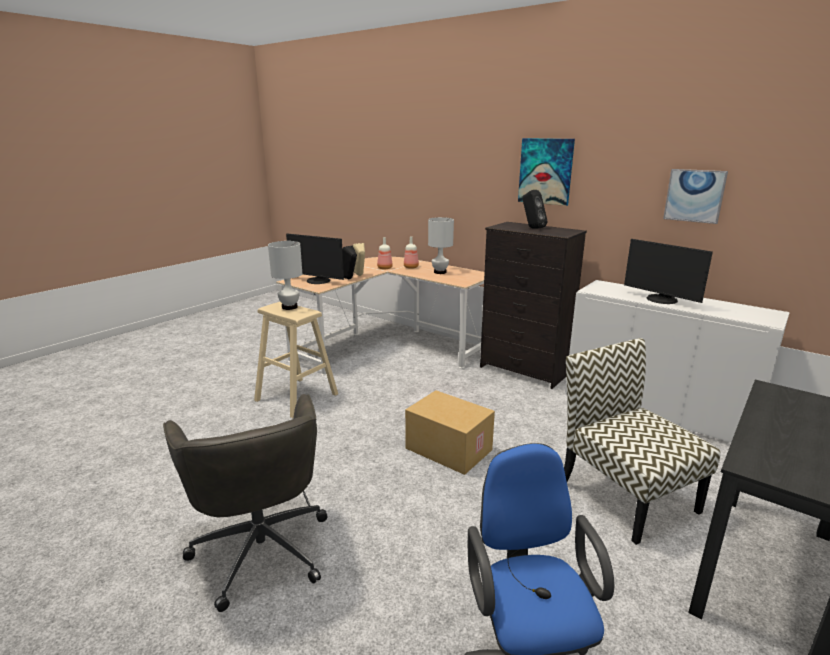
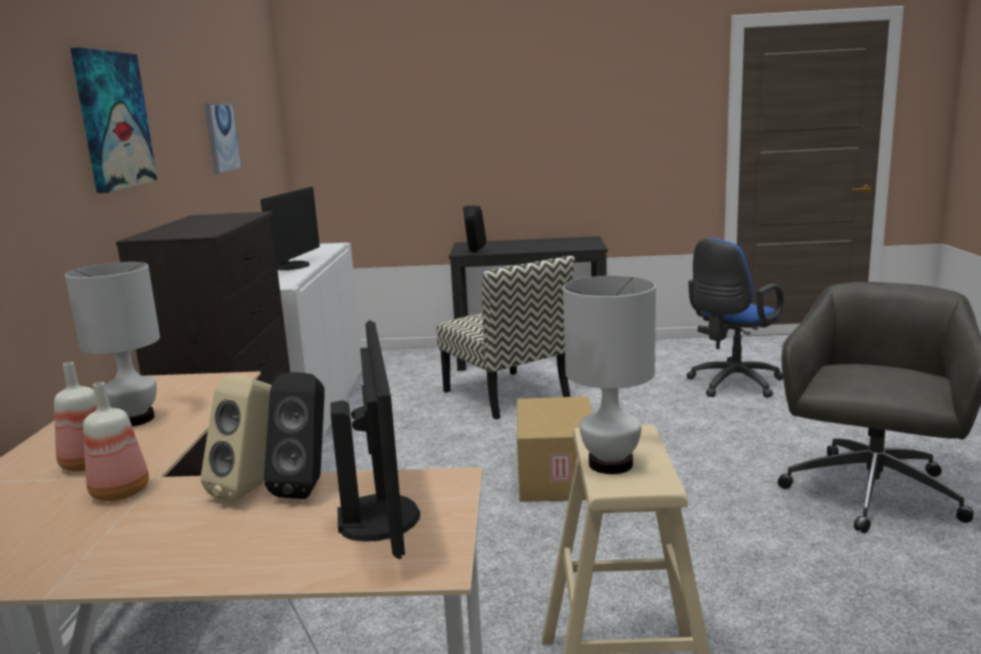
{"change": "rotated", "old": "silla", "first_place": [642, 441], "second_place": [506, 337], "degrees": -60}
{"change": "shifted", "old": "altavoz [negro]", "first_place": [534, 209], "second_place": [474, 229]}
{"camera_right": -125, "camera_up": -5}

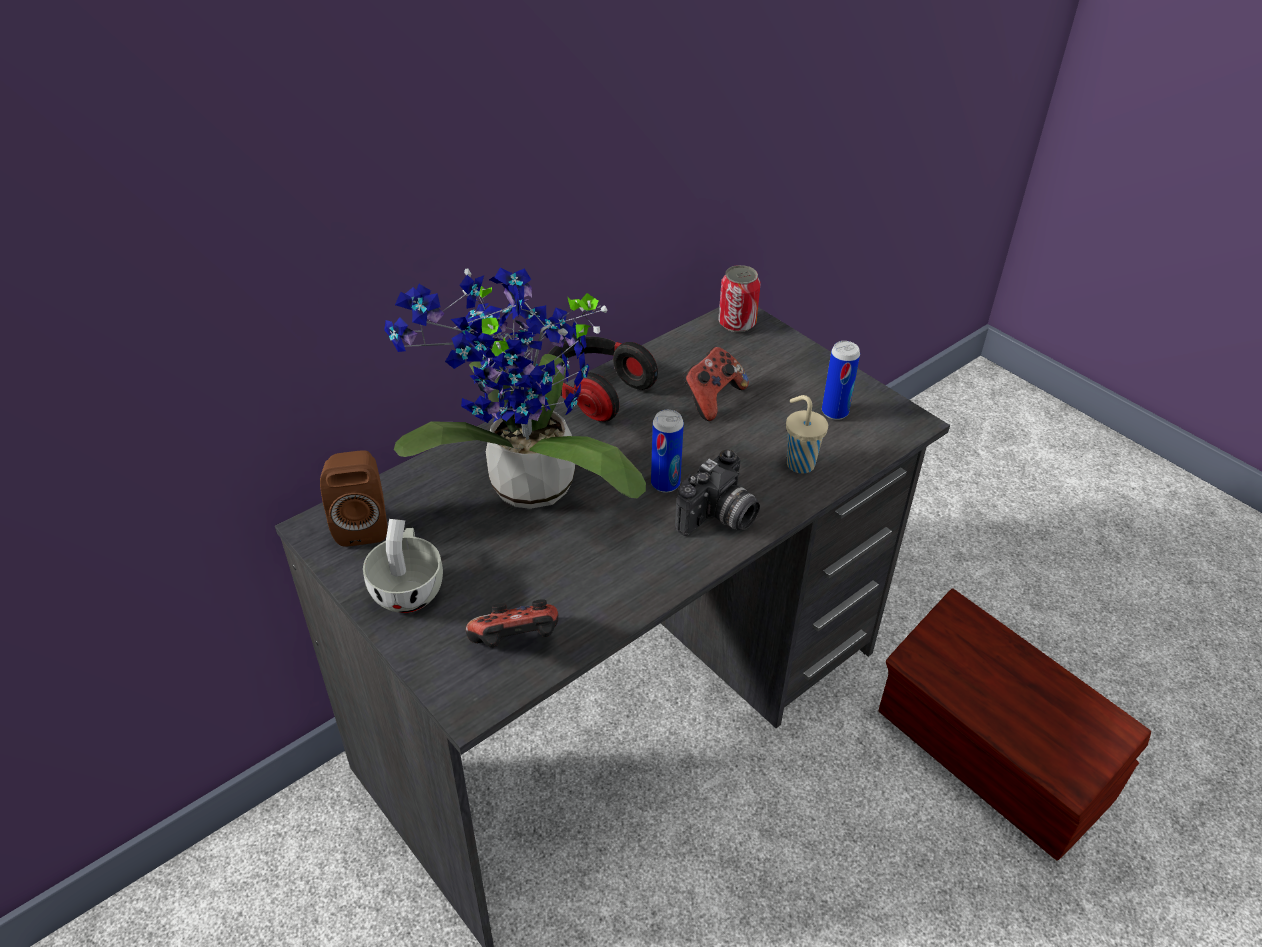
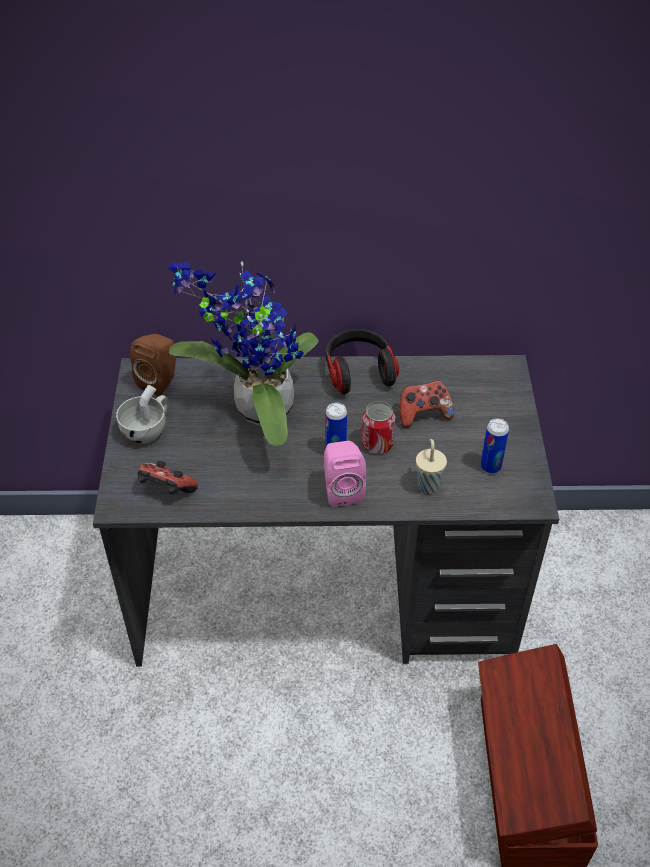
{"change": "swapped", "old": "cámara", "new": "altavoz [rosa]", "first_place": [717, 493], "second_place": [345, 474]}
{"change": "shifted", "old": "lata", "first_place": [739, 298], "second_place": [378, 427]}
{"camera_right": 40, "camera_up": 5}

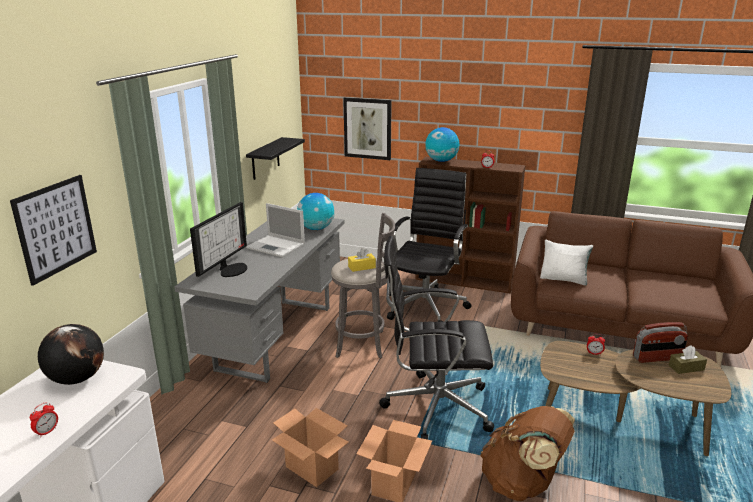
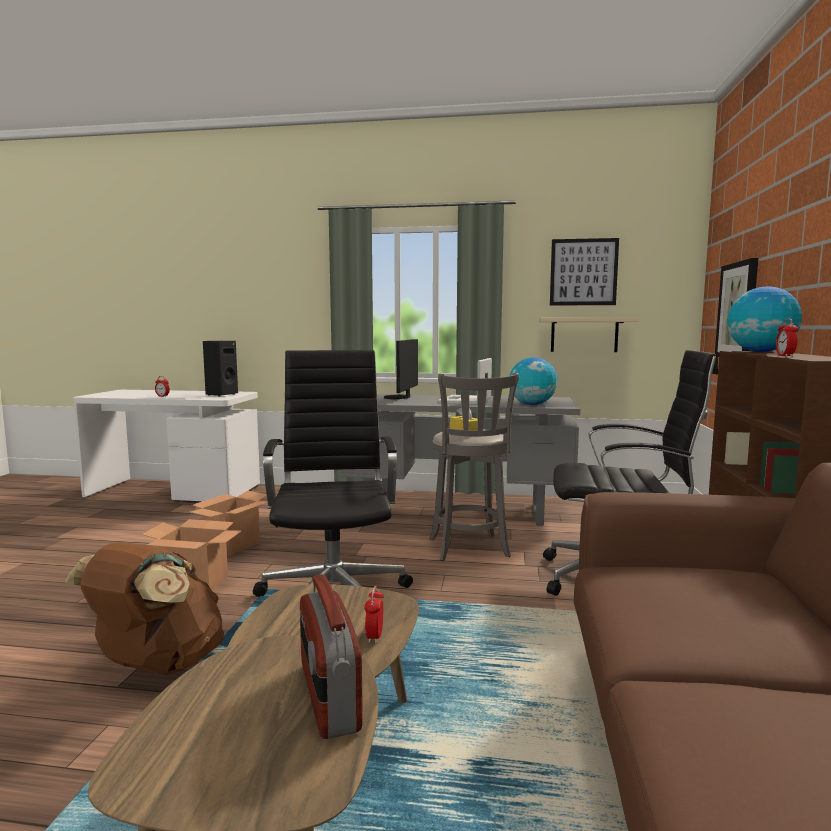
{"change": "swapped", "old": "globo terráqueo", "new": "altavoz [negro]", "first_place": [71, 354], "second_place": [220, 369]}
{"change": "rotated", "old": "monitor", "first_place": [218, 239], "second_place": [401, 369], "degrees": 90}
{"change": "repainted", "old": "estante [negro]", "new": "estante [beis]", "first_place": [275, 158], "second_place": [589, 335]}
{"change": "shifted", "old": "cuadro", "first_place": [53, 230], "second_place": [584, 272]}
{"change": "gone", "old": "cojín [blanco]", "first_place": [566, 263]}
{"change": "gone", "old": "caja de pañuelos [marrón]", "first_place": [688, 359]}
{"camera_right": 80, "camera_up": -15}

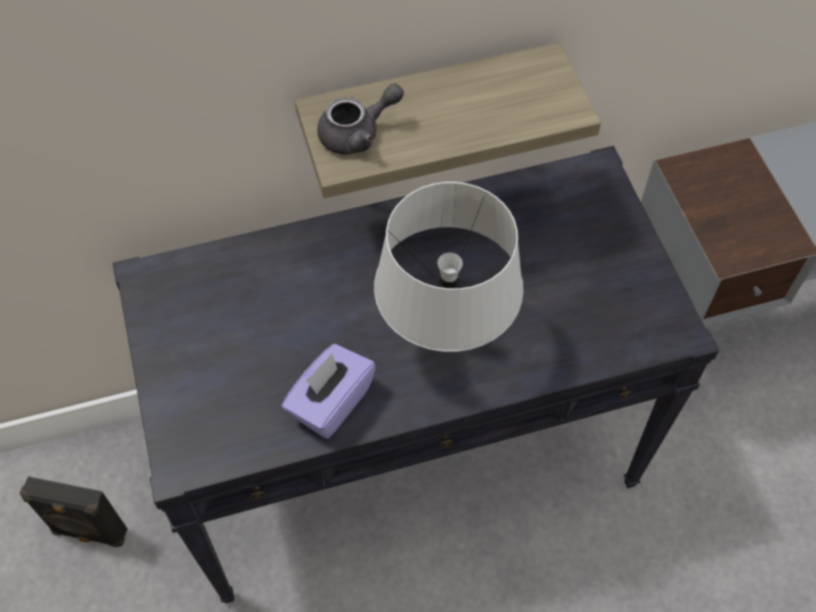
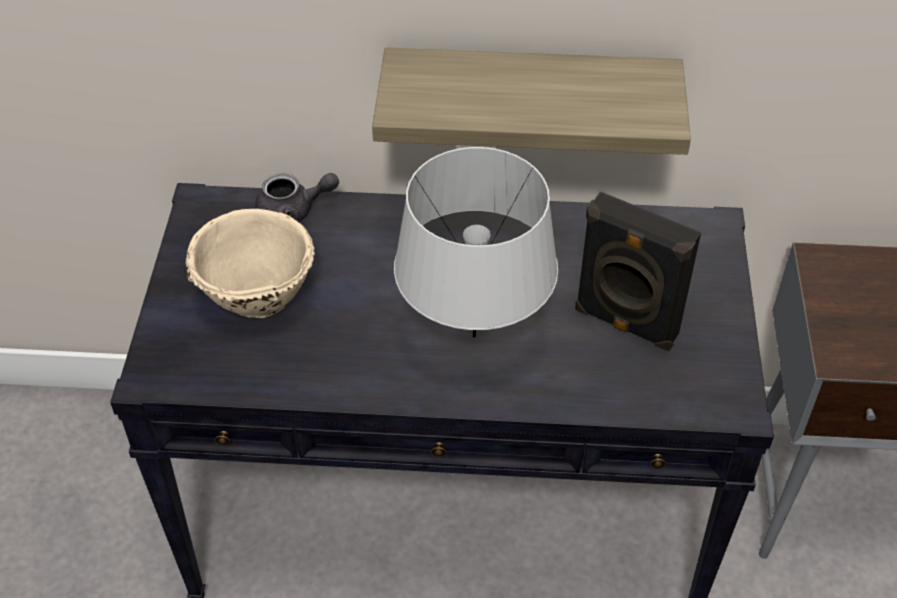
{"change": "new", "new": "cuenco [beis]", "second_place": [250, 263]}
{"change": "shifted", "old": "tetera [gris]", "first_place": [360, 119], "second_place": [297, 197]}
{"change": "shifted", "old": "altavoz [negro]", "first_place": [73, 511], "second_place": [638, 271]}
{"change": "gone", "old": "caja de pañuelos [morado]", "first_place": [329, 391]}
{"camera_right": 20, "camera_up": -10}

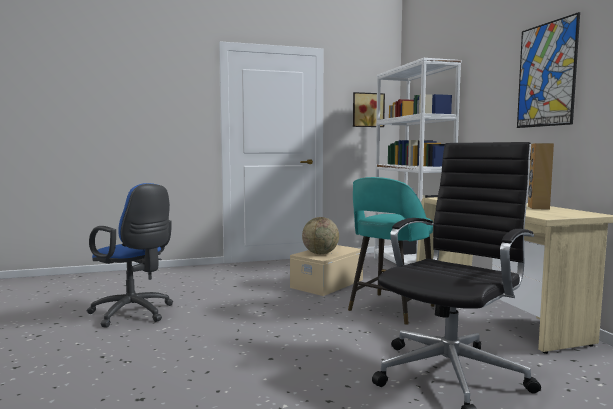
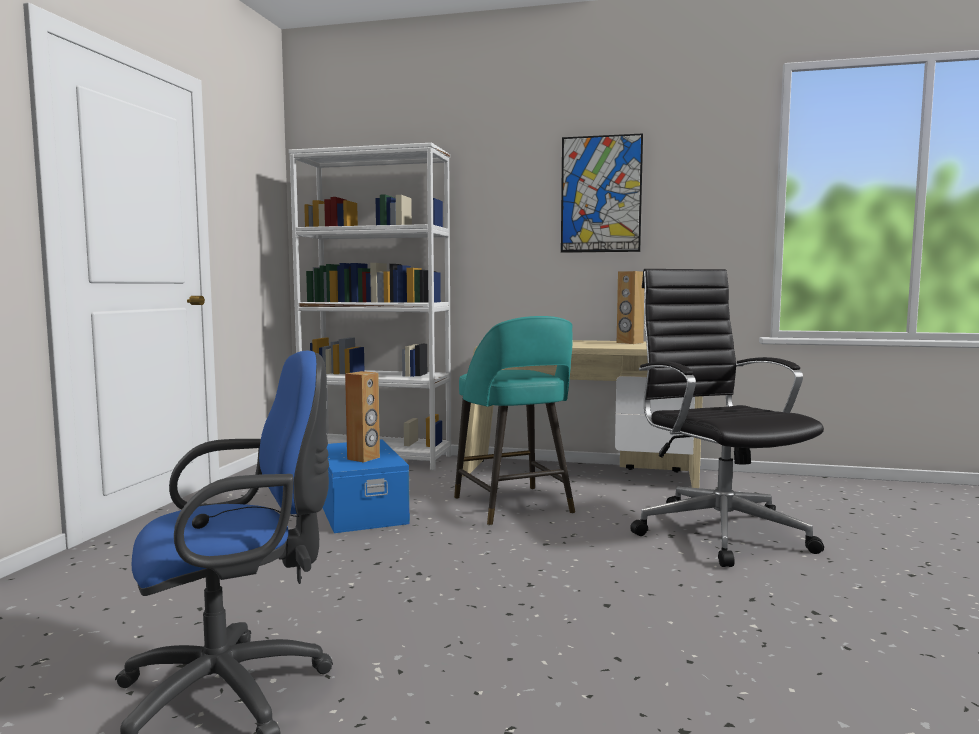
{"change": "repainted", "old": "caja de almacenaje [beis]", "new": "caja de almacenaje [azul]", "first_place": [326, 270], "second_place": [366, 486]}
{"change": "swapped", "old": "globo terráqueo", "new": "altavoz [marrón]", "first_place": [320, 235], "second_place": [362, 416]}
{"change": "gone", "old": "cuadro", "first_place": [369, 109]}
{"camera_right": -60, "camera_up": 0}

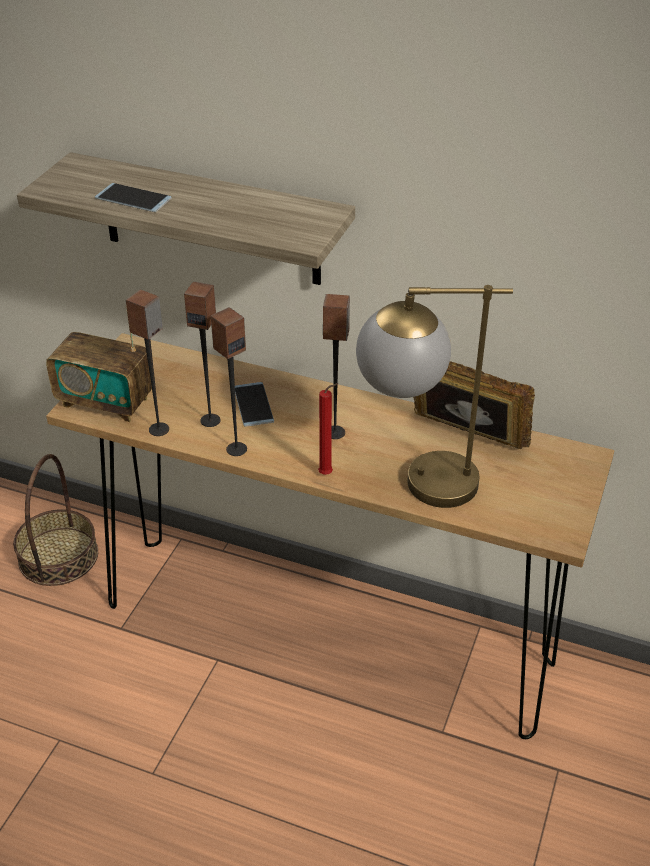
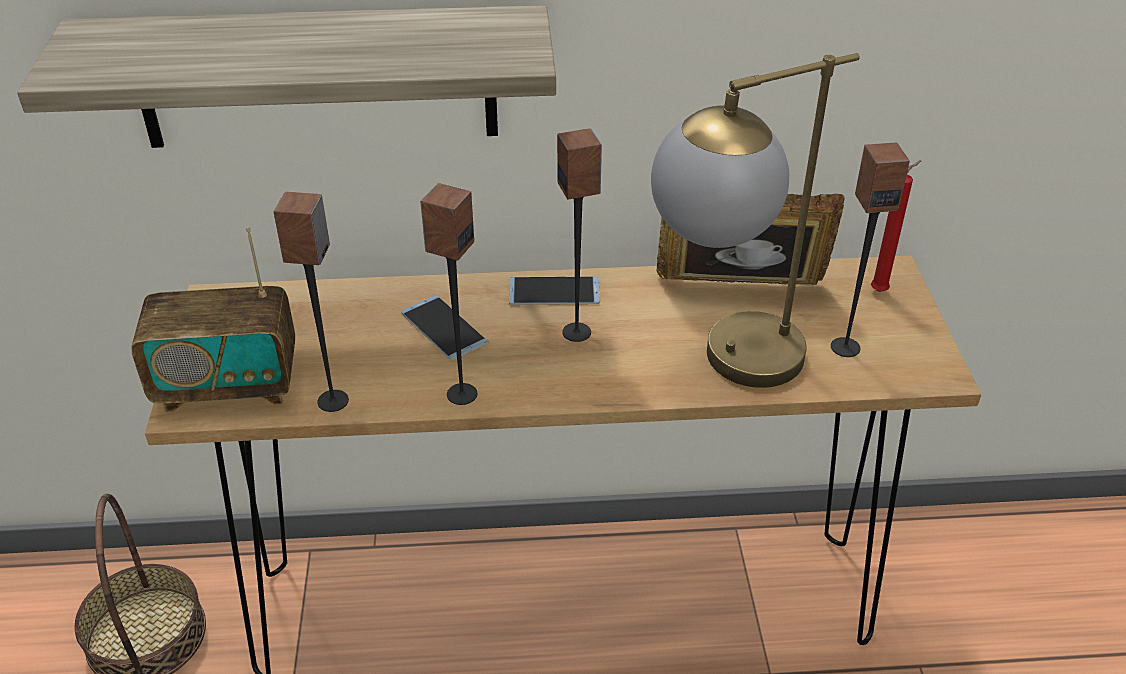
{"change": "shifted", "old": "móvil", "first_place": [133, 197], "second_place": [554, 291]}
{"change": "shifted", "old": "altavoz", "first_place": [202, 354], "second_place": [870, 249]}
{"change": "shifted", "old": "vela [rojo]", "first_place": [328, 429], "second_place": [896, 226]}
{"camera_right": -25, "camera_up": 0}

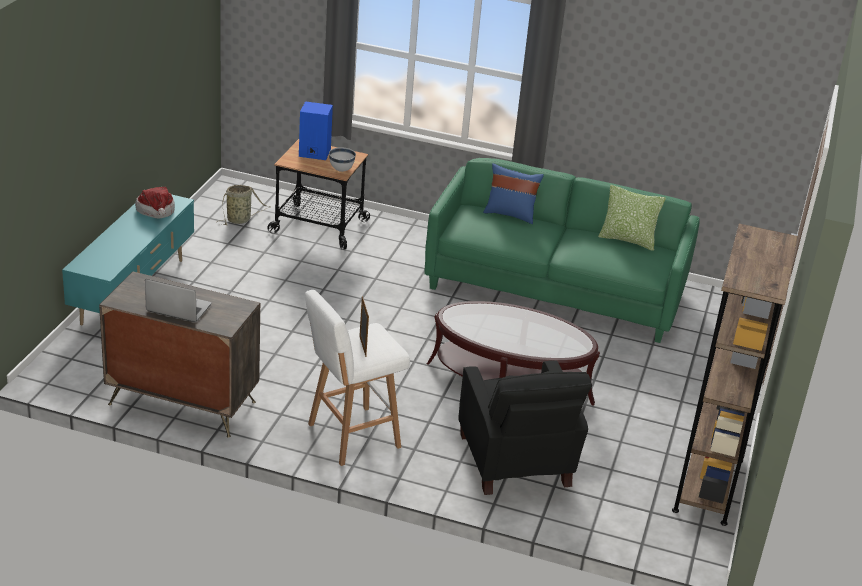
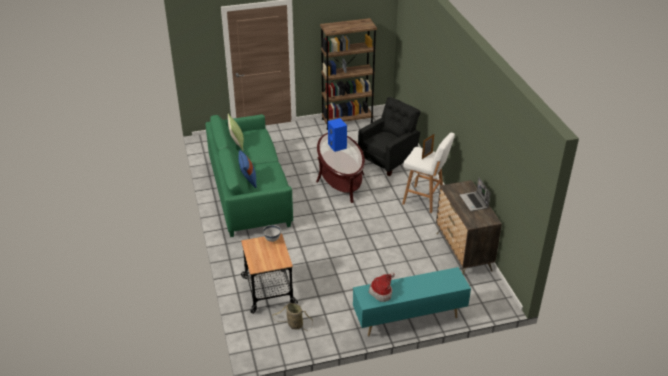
{"change": "shifted", "old": "altavoz [azul]", "first_place": [316, 130], "second_place": [337, 135]}
{"camera_right": -120, "camera_up": 5}

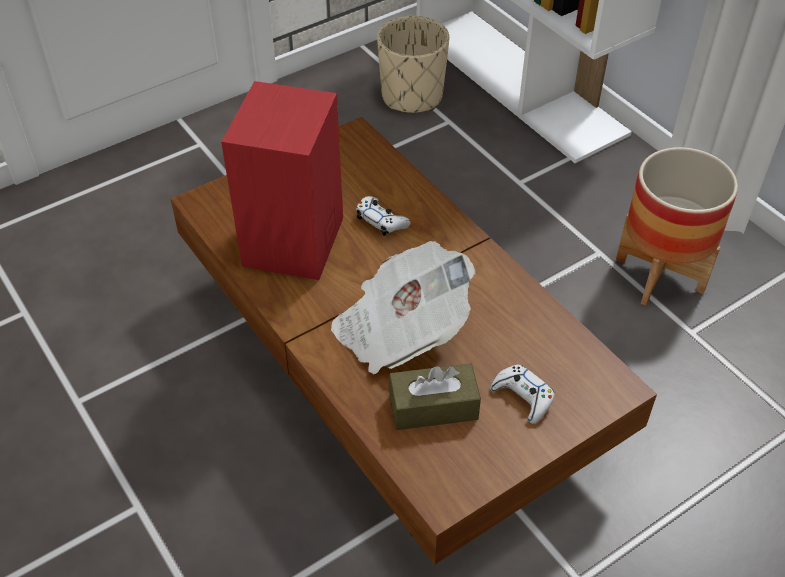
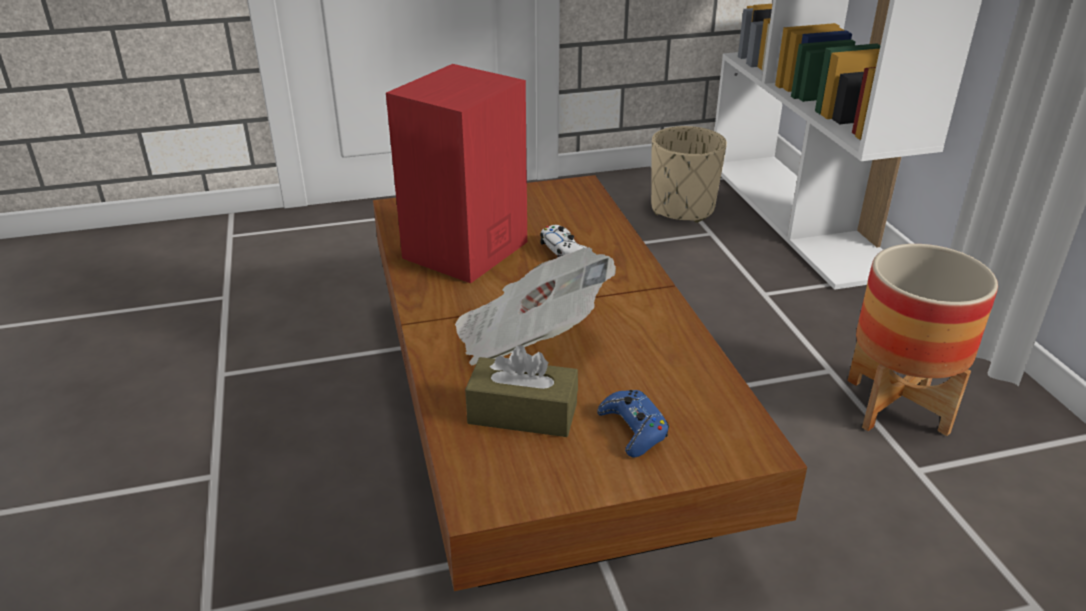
{"change": "repainted", "old": "mando de consola [blanco]", "new": "mando de consola [azul]", "first_place": [522, 394], "second_place": [633, 423]}
{"camera_right": 20, "camera_up": -15}

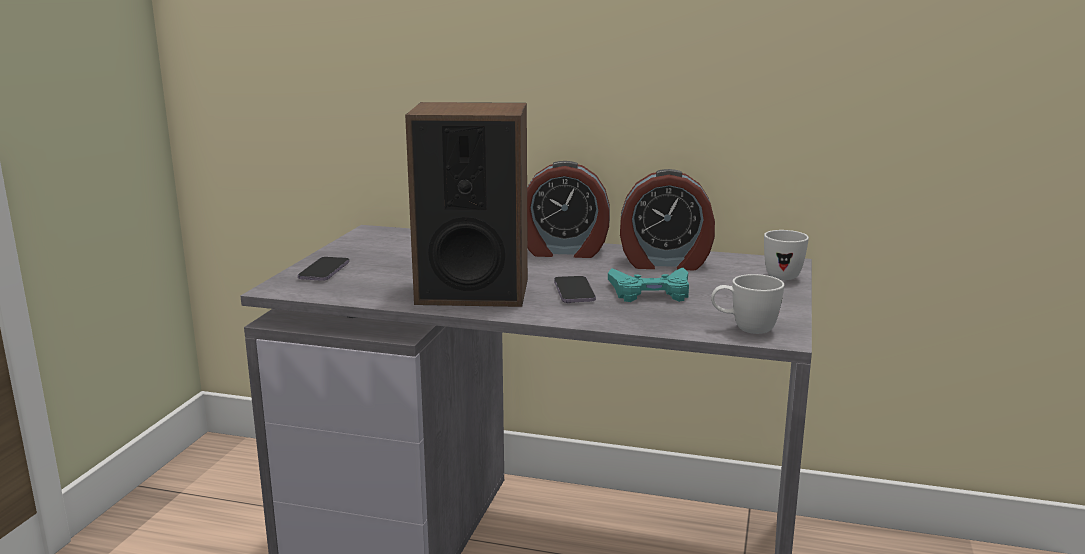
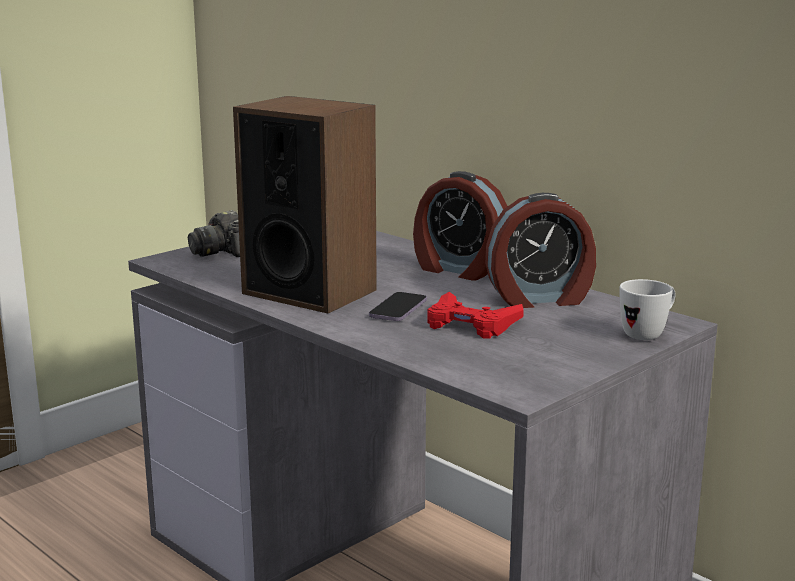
{"change": "swapped", "old": "móvil", "new": "cámara", "first_place": [323, 269], "second_place": [214, 233]}
{"change": "repainted", "old": "mando de consola [turquesa]", "new": "mando de consola [rojo]", "first_place": [648, 284], "second_place": [475, 315]}
{"change": "rotated", "old": "despertador", "first_place": [667, 219], "second_place": [540, 250], "degrees": -45}
{"change": "gone", "old": "taza grande [blanco]", "first_place": [747, 304]}
{"camera_right": 30, "camera_up": 0}

